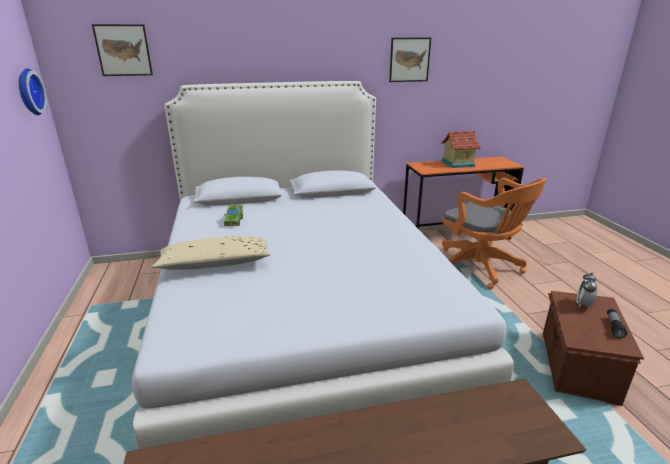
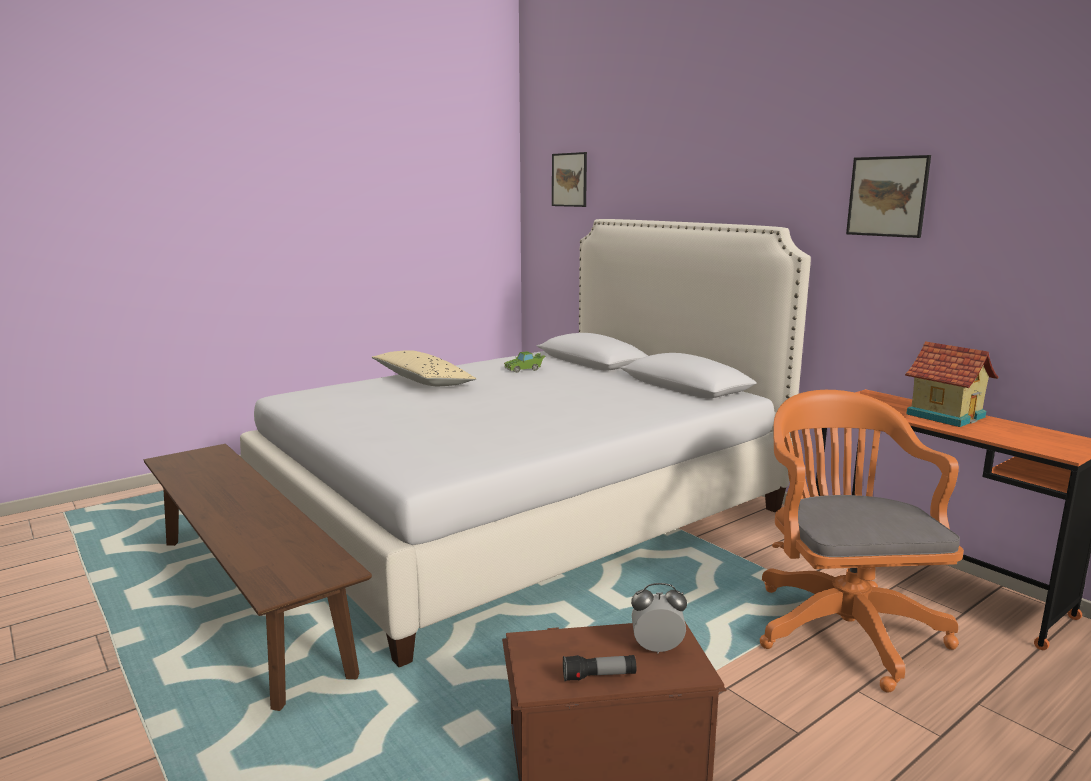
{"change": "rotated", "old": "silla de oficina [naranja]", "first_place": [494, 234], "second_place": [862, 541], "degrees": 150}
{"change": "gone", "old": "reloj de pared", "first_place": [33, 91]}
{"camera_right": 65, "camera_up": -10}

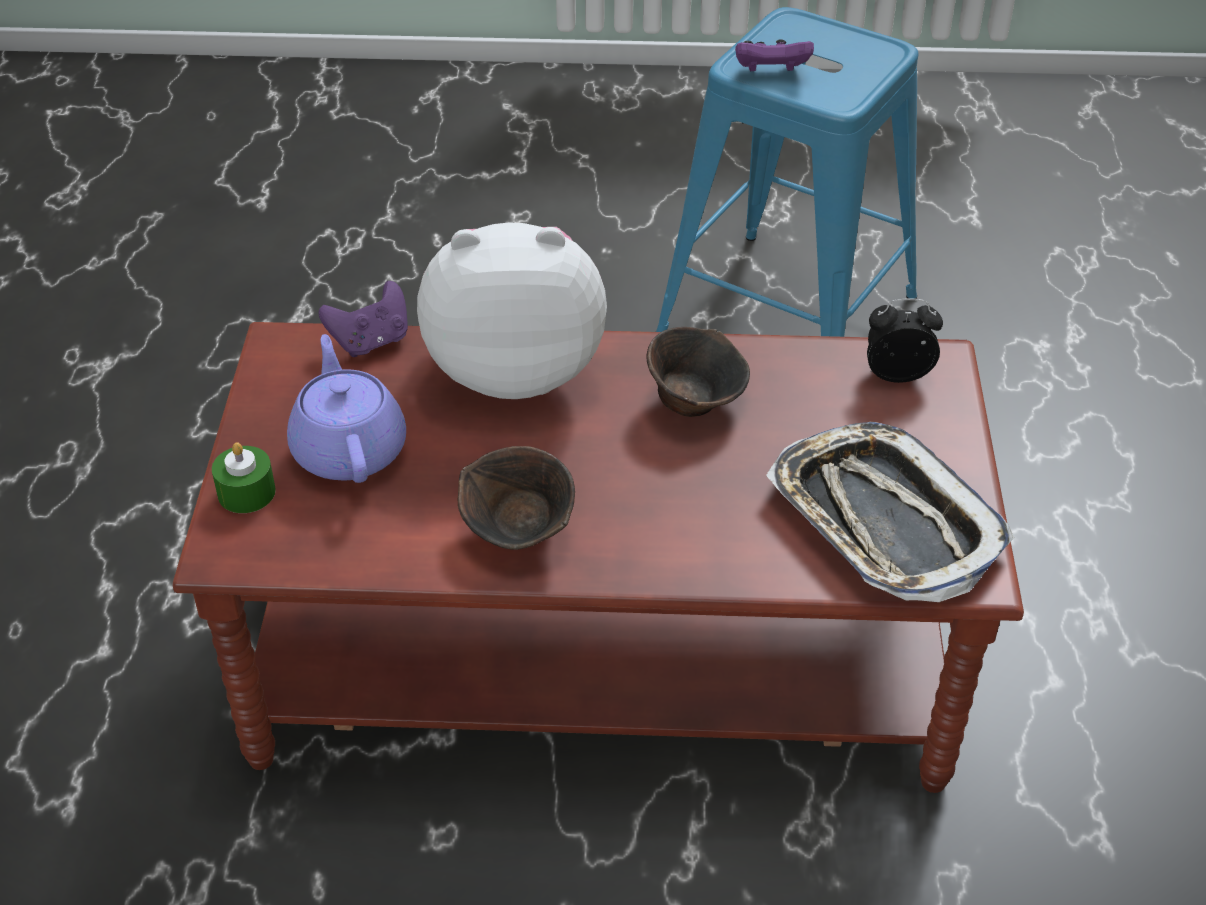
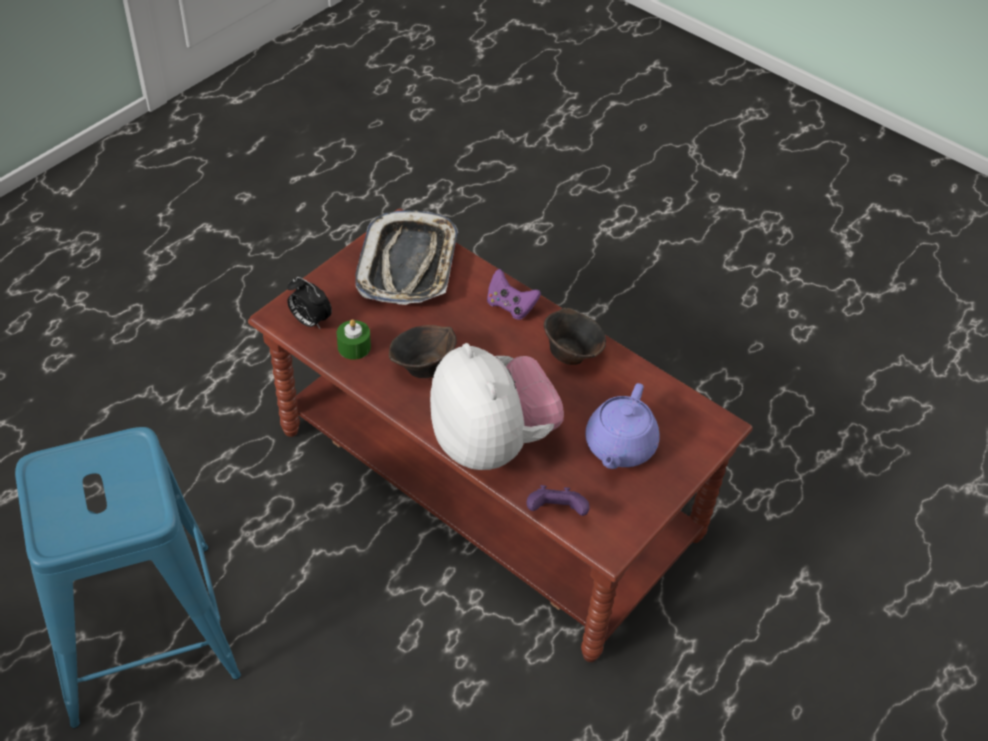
{"change": "shifted", "old": "vela [verde]", "first_place": [244, 477], "second_place": [354, 339]}
{"change": "rotated", "old": "peluche", "first_place": [512, 310], "second_place": [497, 406], "degrees": -150}
{"change": "shifted", "old": "mando de consola [morado]", "first_place": [774, 55], "second_place": [514, 294]}
{"camera_right": -145, "camera_up": 5}

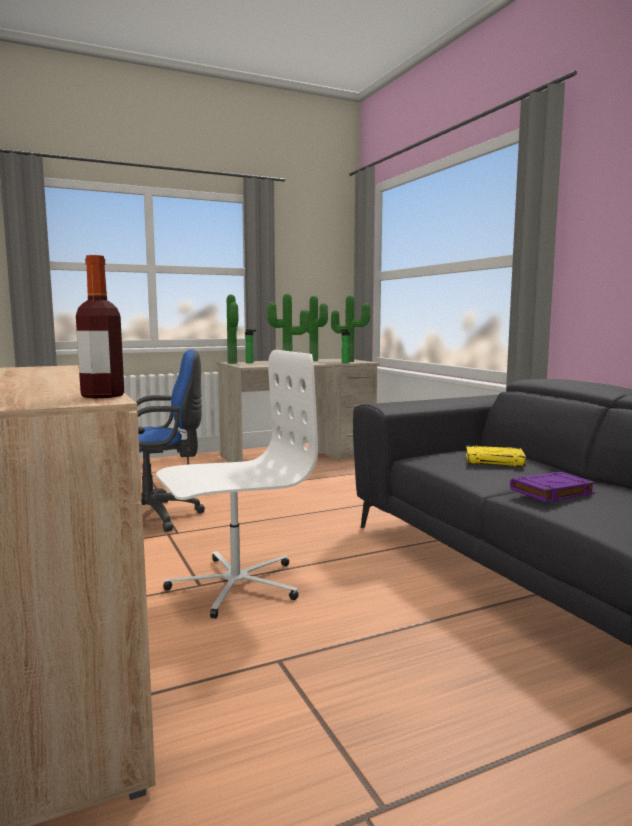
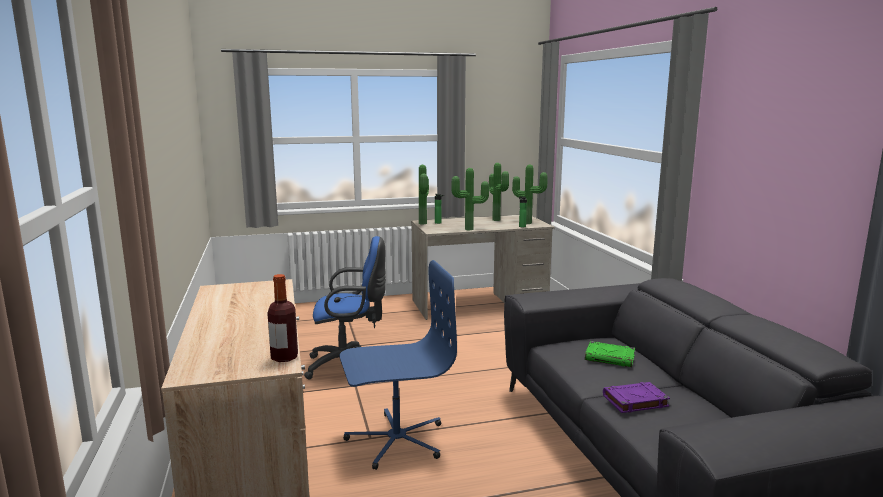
{"change": "repainted", "old": "silla de oficina [blanco]", "new": "silla de oficina [azul]", "first_place": [237, 484], "second_place": [398, 365]}
{"change": "repainted", "old": "libro [amarillo]", "new": "libro [verde]", "first_place": [496, 456], "second_place": [610, 354]}
{"camera_right": 10, "camera_up": 5}

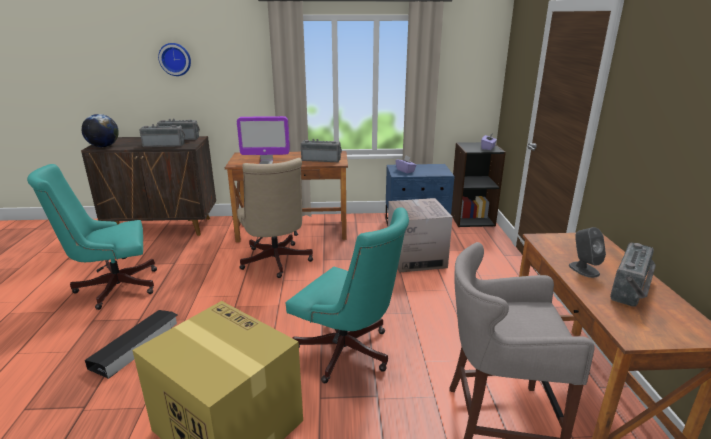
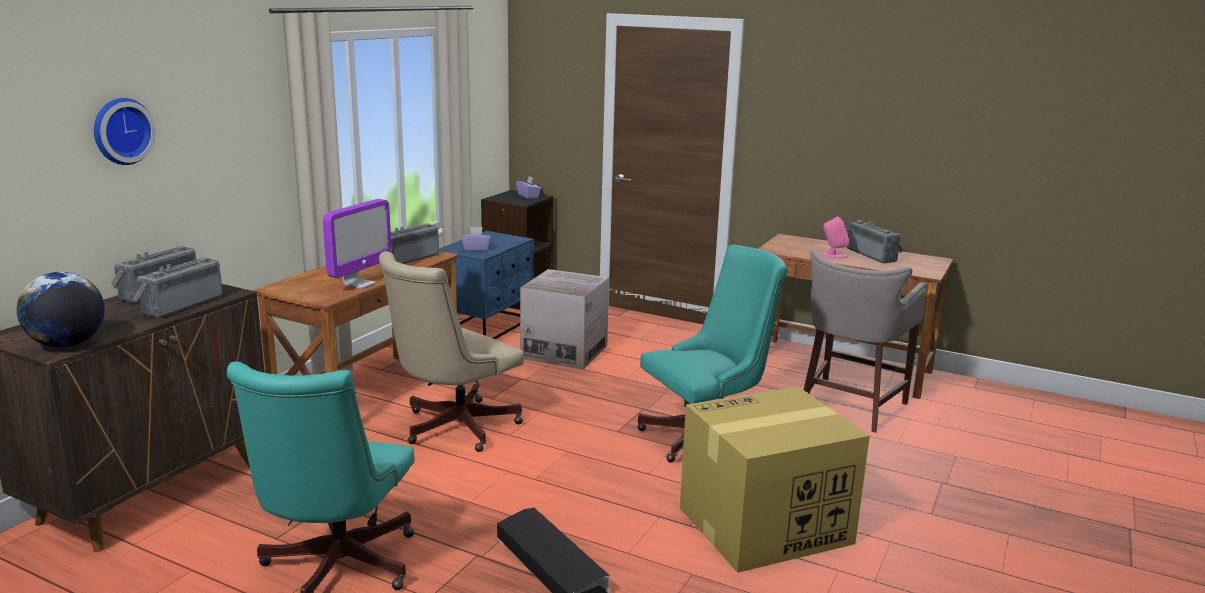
{"change": "rotated", "old": "silla de oficina [beis]", "first_place": [275, 218], "second_place": [451, 351], "degrees": 120}
{"change": "repainted", "old": "altavoz [gris]", "new": "altavoz [rosa]", "first_place": [587, 252], "second_place": [835, 237]}
{"camera_right": -60, "camera_up": -5}

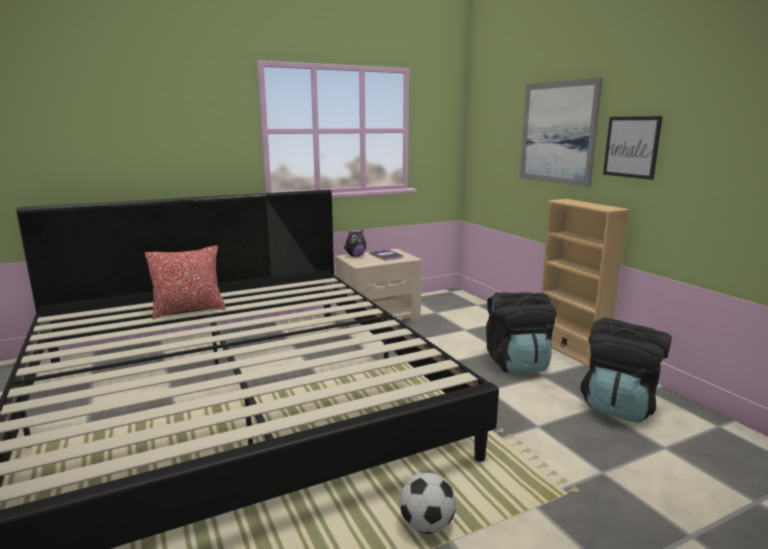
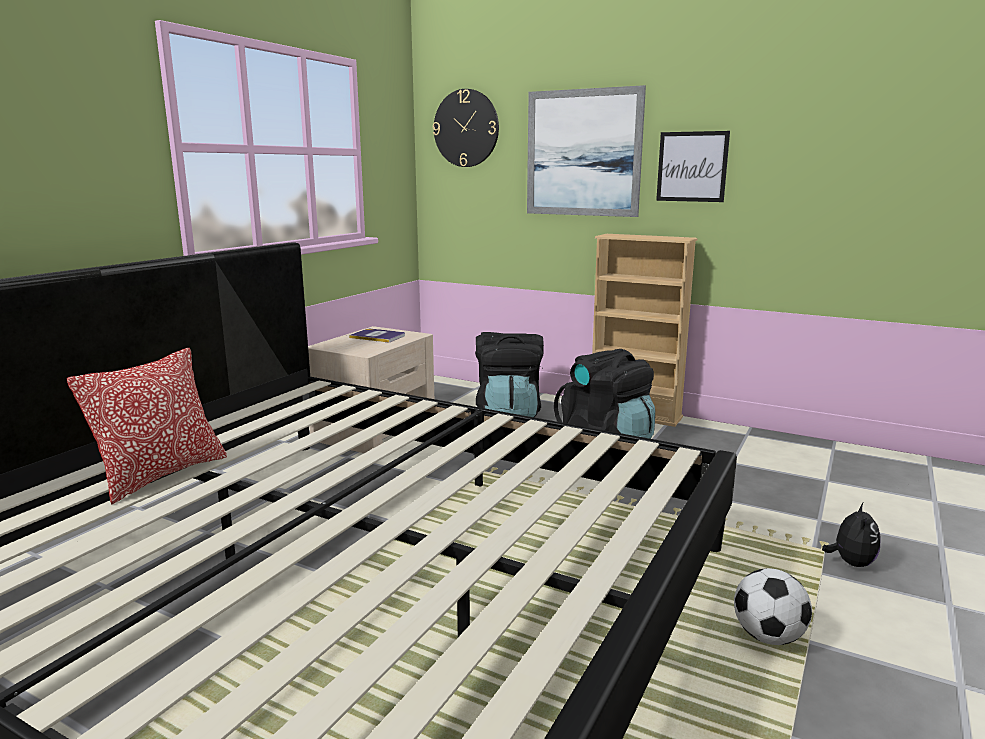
{"change": "new", "new": "reloj de pared", "second_place": [466, 128]}
{"change": "shifted", "old": "mochila [negro]", "first_place": [626, 370], "second_place": [509, 374]}
{"change": "shifted", "old": "peluche", "first_place": [355, 243], "second_place": [851, 535]}
{"camera_right": -35, "camera_up": 0}

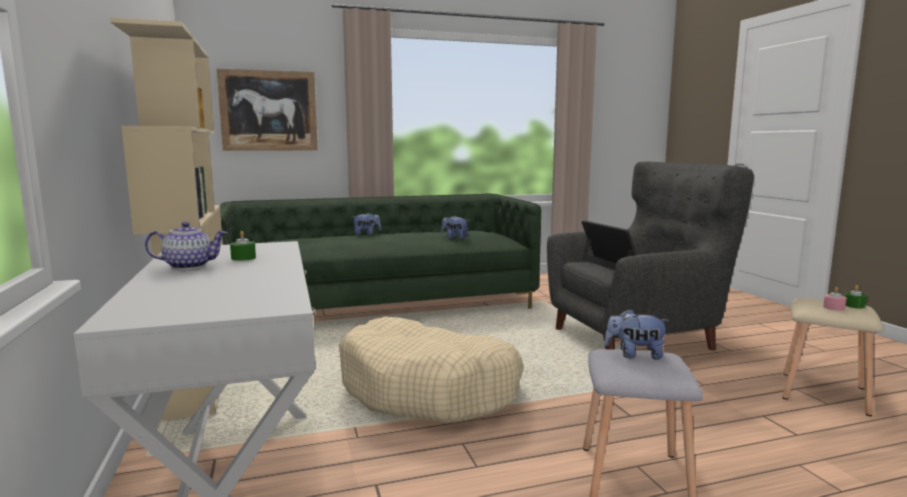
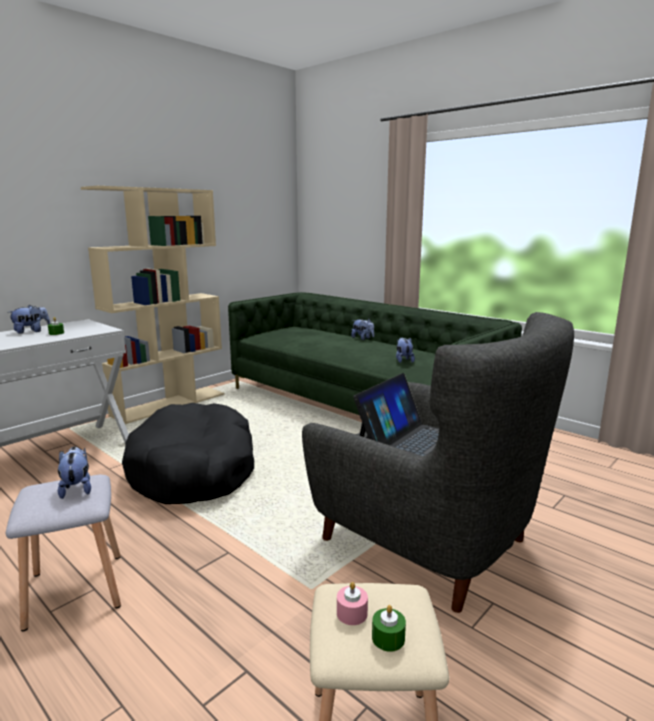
{"change": "swapped", "old": "tetera", "new": "peluche", "first_place": [186, 246], "second_place": [29, 319]}
{"change": "repainted", "old": "cama para perro [beis]", "new": "cama para perro [negro]", "first_place": [431, 370], "second_place": [188, 453]}
{"change": "gone", "old": "cuadro", "first_place": [267, 110]}
{"camera_right": 60, "camera_up": 5}

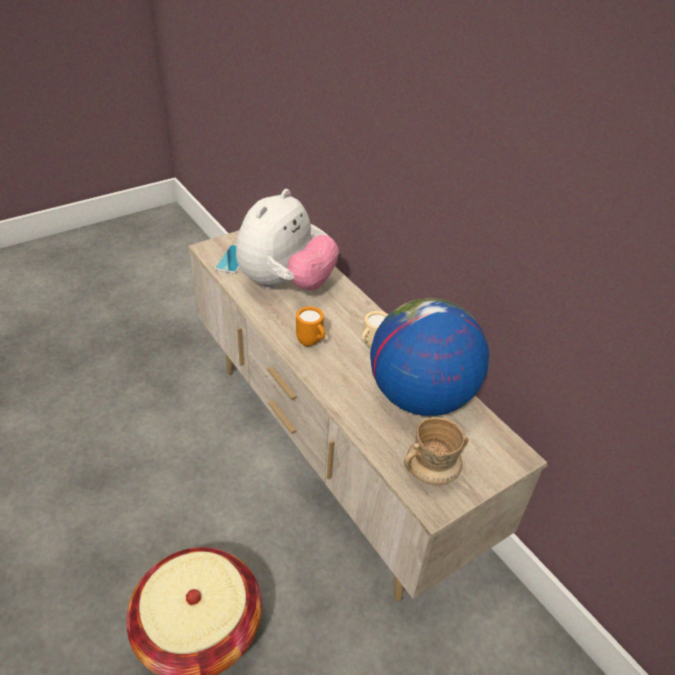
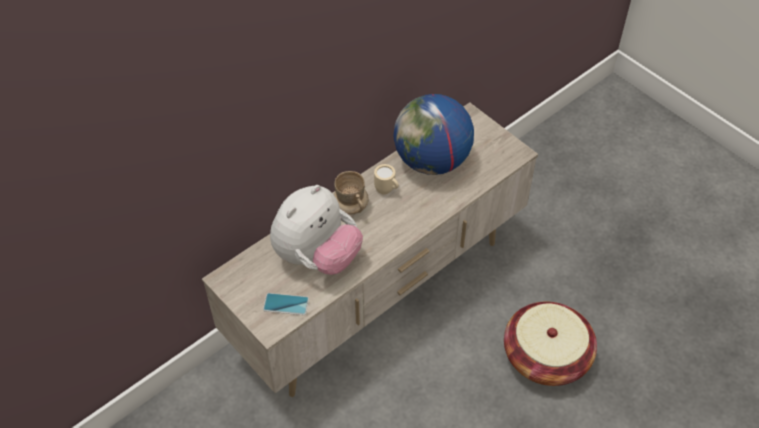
{"change": "rotated", "old": "peluche", "first_place": [287, 240], "second_place": [316, 230], "degrees": 105}
{"change": "shifted", "old": "taza grande [beis]", "first_place": [436, 451], "second_place": [351, 193]}
{"change": "gone", "old": "taza grande [naranja]", "first_place": [310, 326]}
{"camera_right": -95, "camera_up": 10}

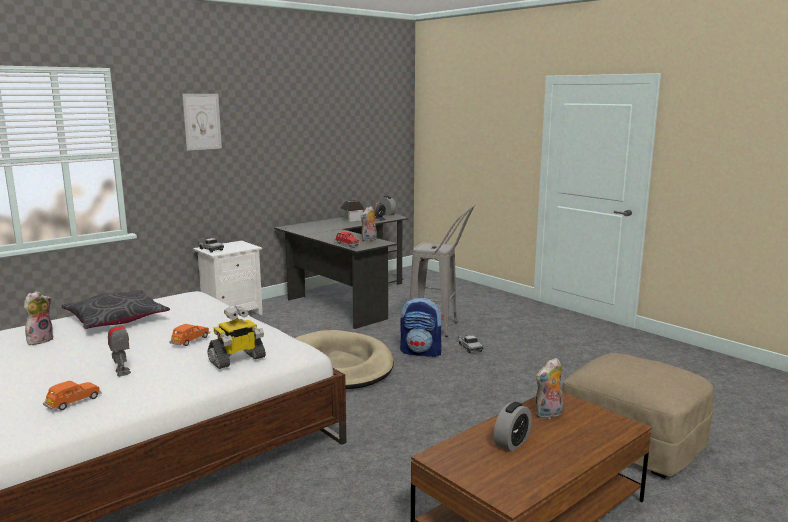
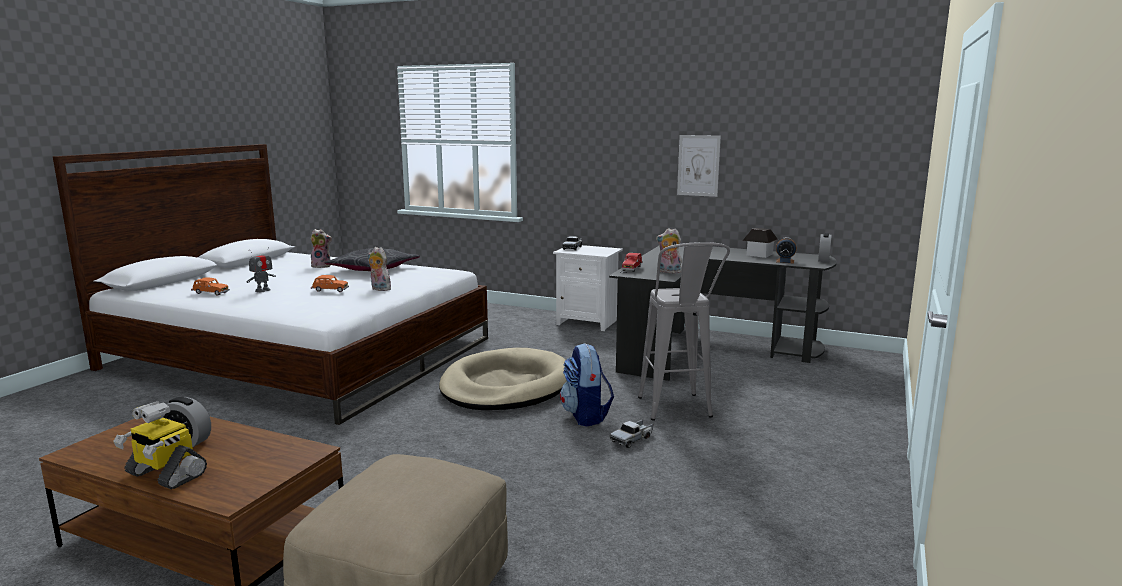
{"change": "shifted", "old": "robot de juguete", "first_place": [237, 337], "second_place": [160, 445]}
{"change": "shifted", "old": "peluche", "first_place": [549, 389], "second_place": [379, 269]}
{"change": "shifted", "old": "cuadro", "first_place": [202, 122], "second_place": [699, 166]}
{"camera_right": 65, "camera_up": 0}

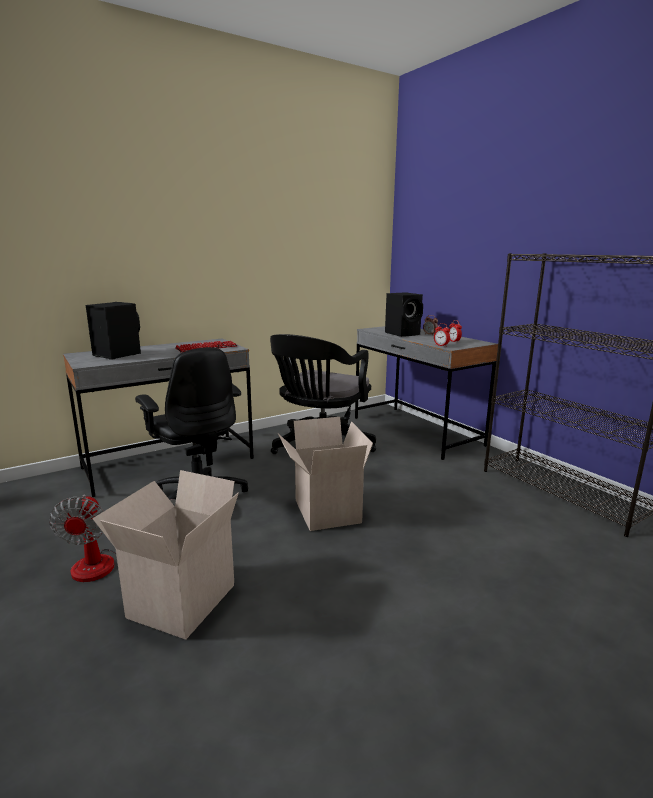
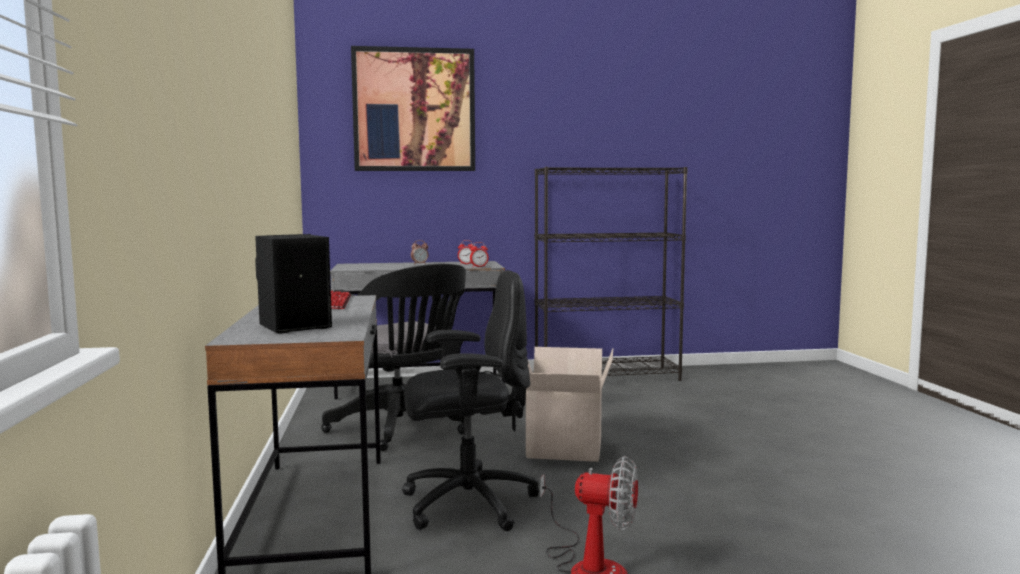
{"change": "new", "new": "cuadro", "second_place": [413, 108]}
{"change": "gone", "old": "caja de cartón", "first_place": [165, 555]}
{"change": "gone", "old": "altavoz [negro]", "first_place": [404, 314]}
{"camera_right": -65, "camera_up": -10}

